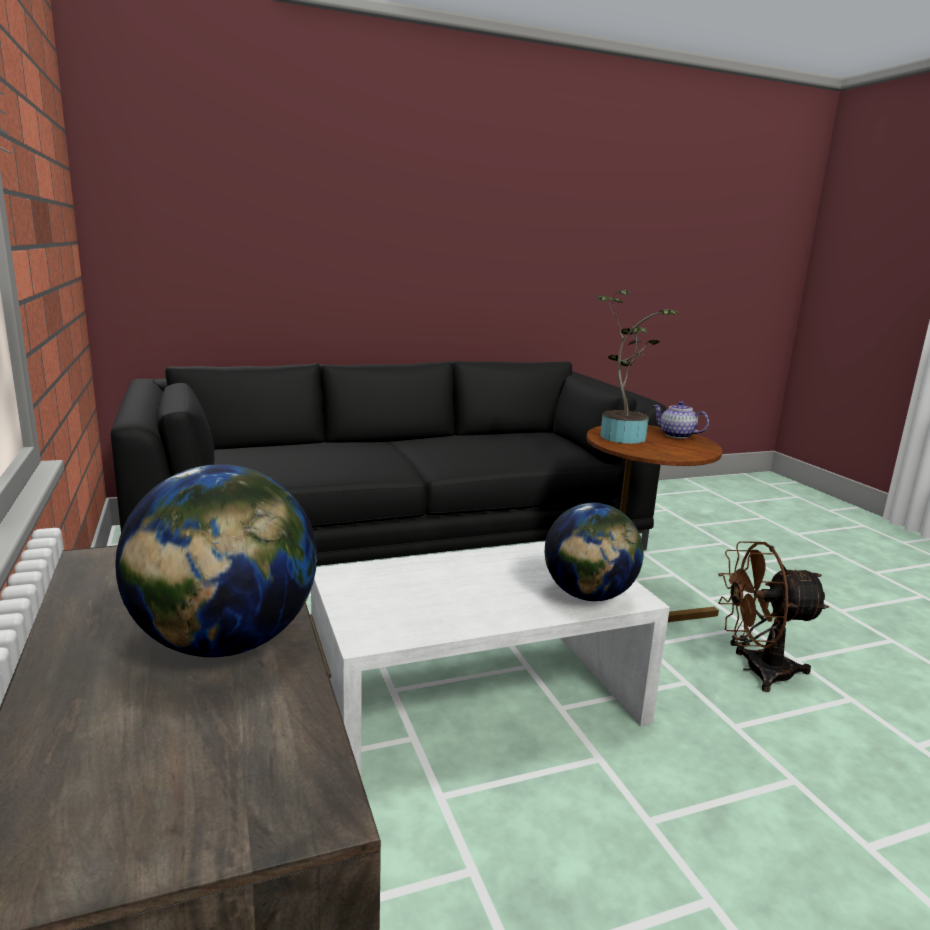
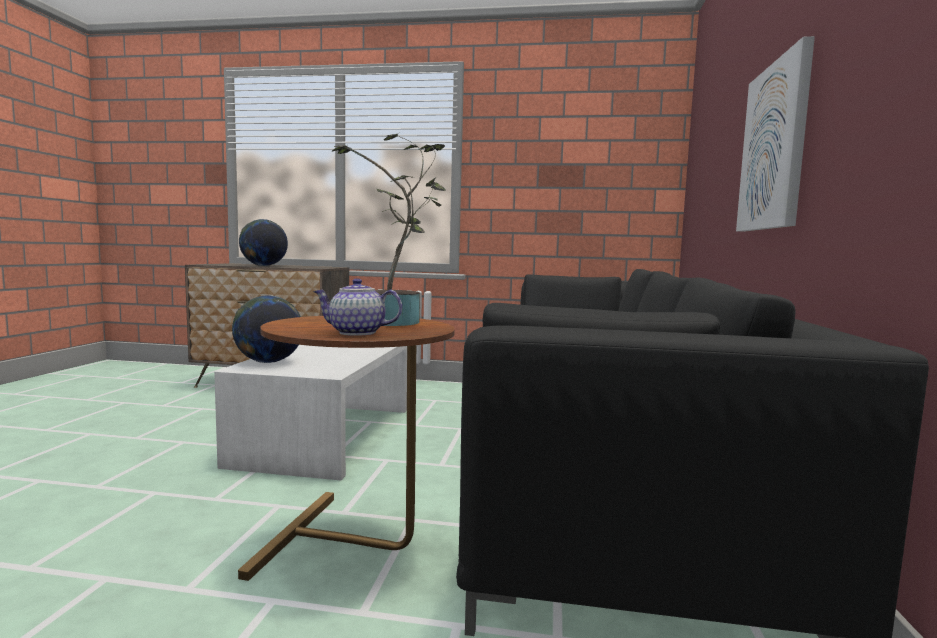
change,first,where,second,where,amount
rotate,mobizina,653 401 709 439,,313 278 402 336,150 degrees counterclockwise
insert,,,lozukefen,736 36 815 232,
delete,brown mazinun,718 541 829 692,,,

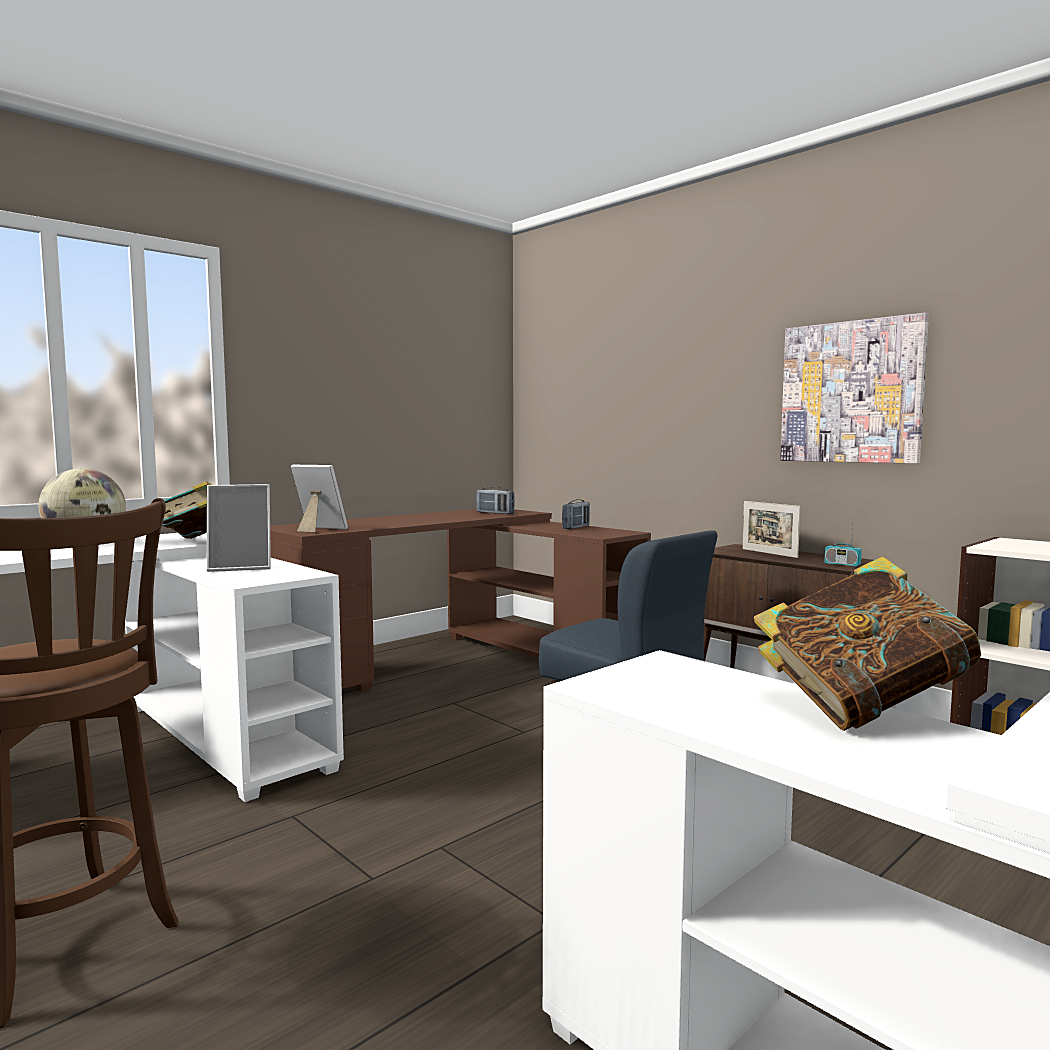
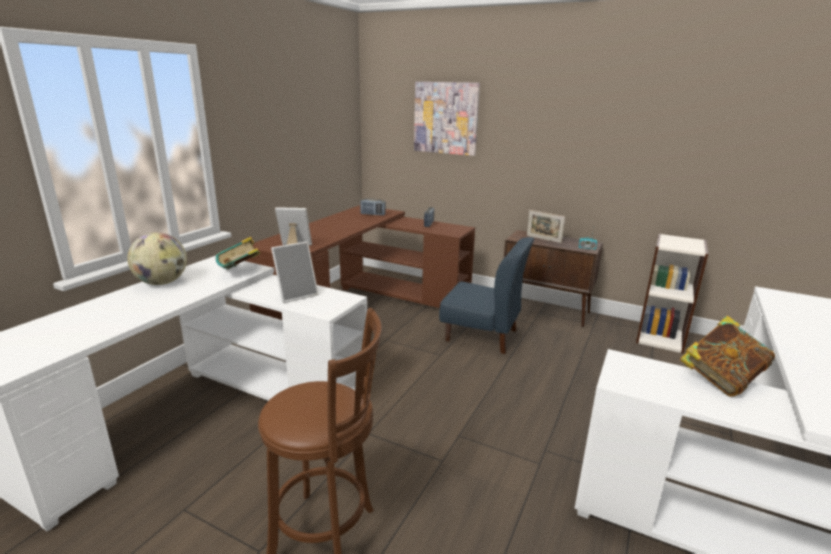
change,first,where,second,where,amount
move,lozukefen,780 313 929 464,,414 82 480 156,

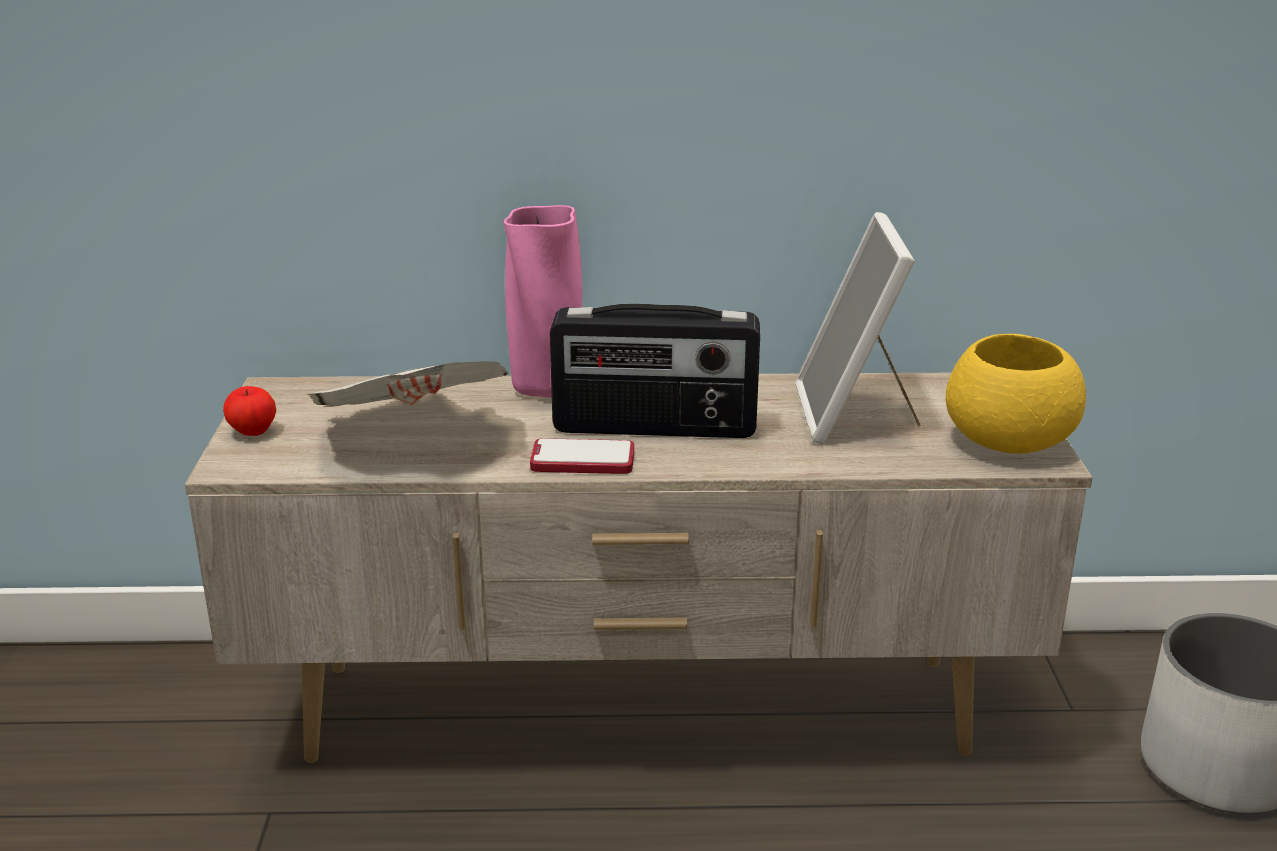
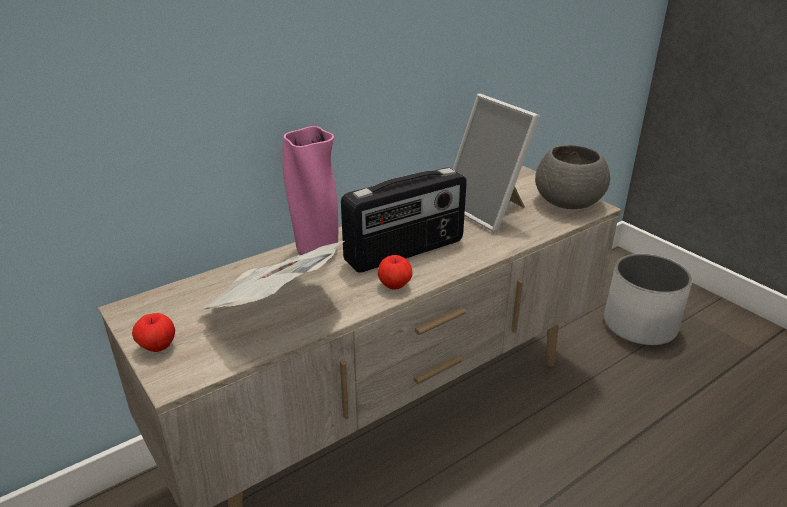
change,first,where,second,where,amount
replace,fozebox,530 438 634 474,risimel,378 255 413 290,
recolor,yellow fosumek,946 334 1086 454,grey fosumek,535 145 610 209,

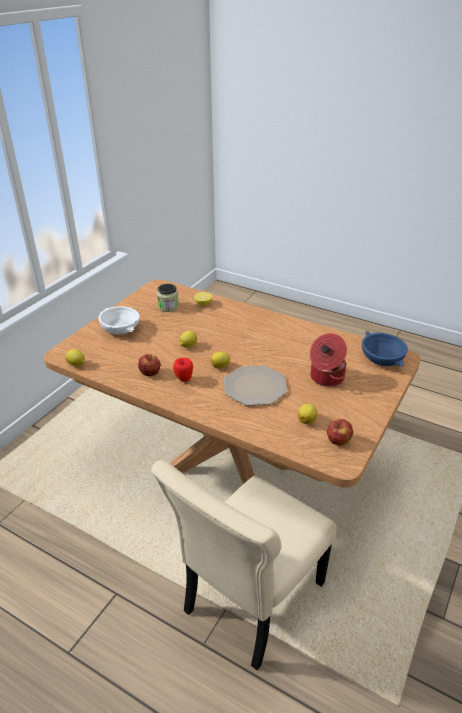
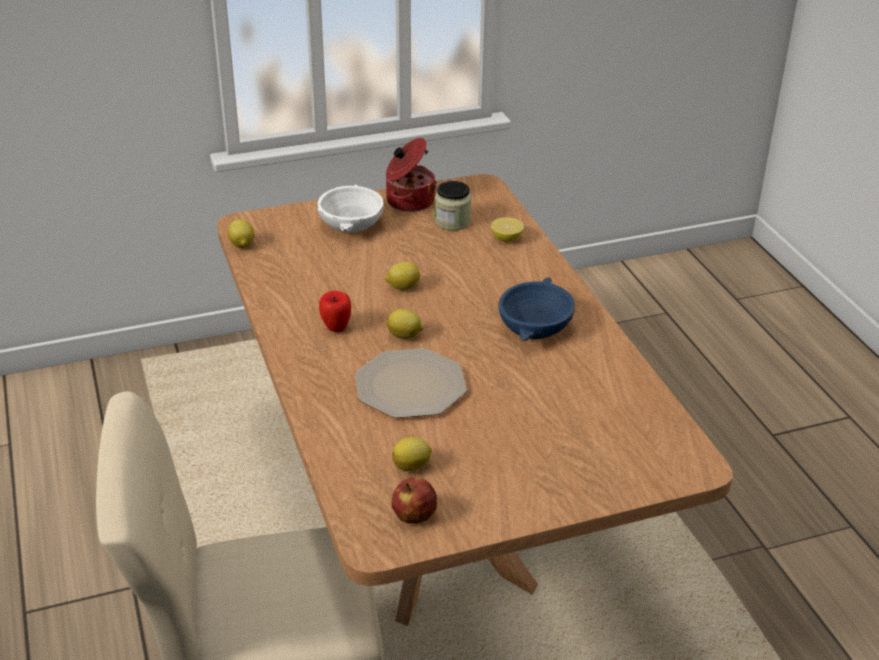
change,first,where,second,where,amount
move,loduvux,310 333 347 387,,386 138 437 212,
move,blue fosumek,362 331 408 367,,498 277 575 341,
delete,risimel,138 354 161 376,,,

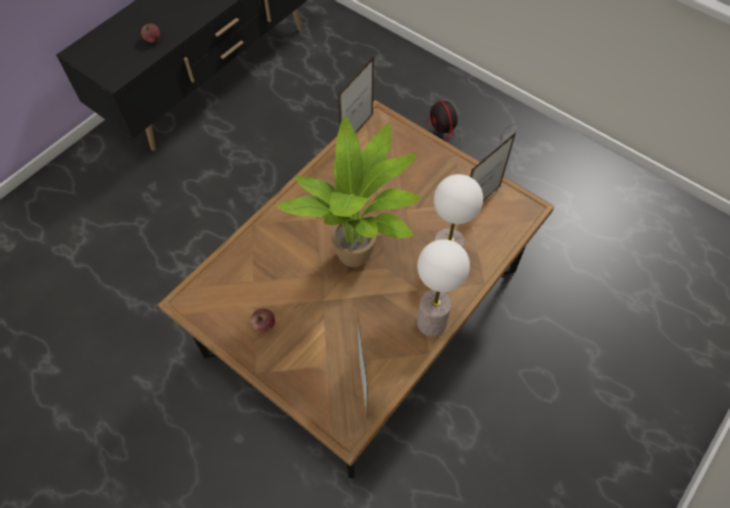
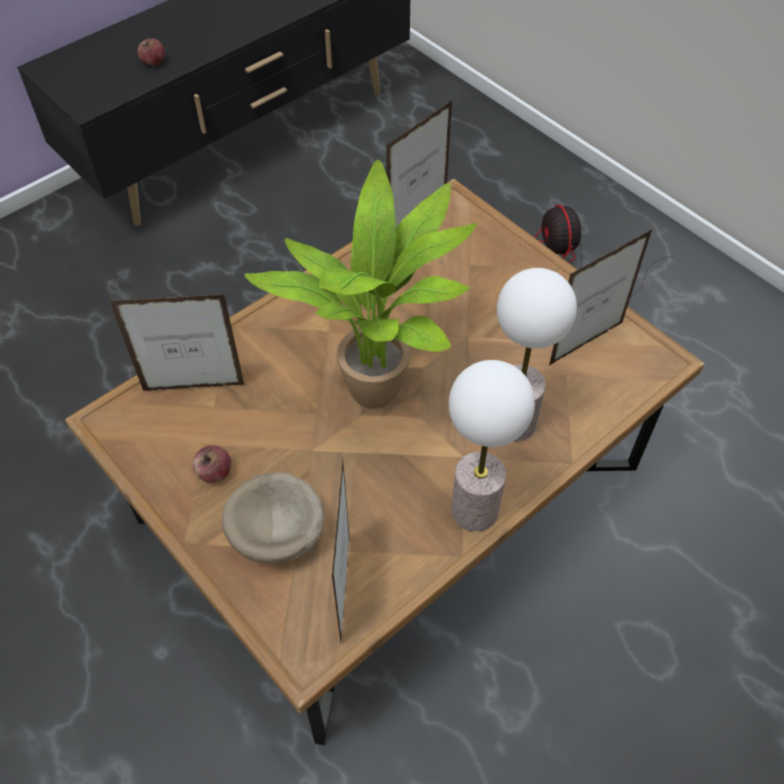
change,first,where,second,where,amount
insert,,,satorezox,109 294 245 391,
insert,,,beige fosumek,222 472 324 564,

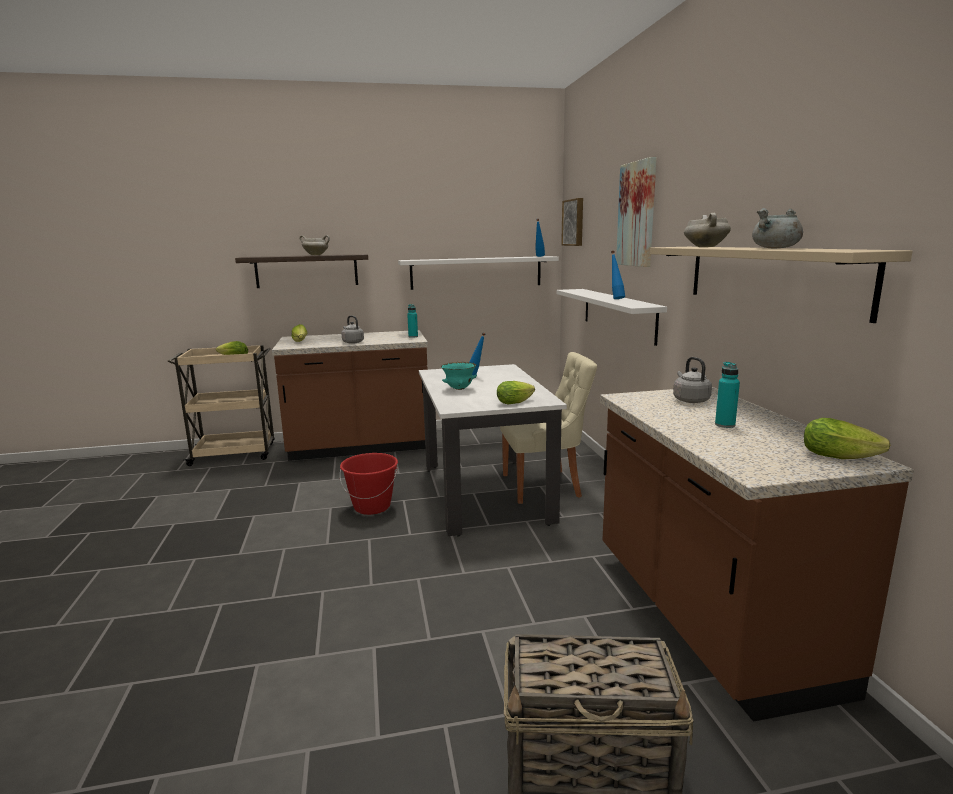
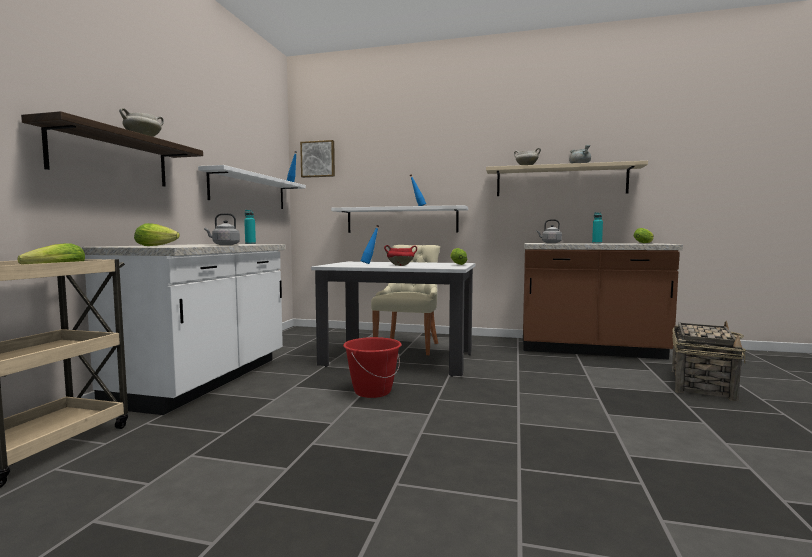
change,first,where,second,where,amount
recolor,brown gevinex,272 330 428 461,white gevinex,82 244 285 415,
replace,turquoise fosumek,441 362 477 390,red loduvux,384 245 417 266,
delete,lozukefen,616 157 657 267,,,

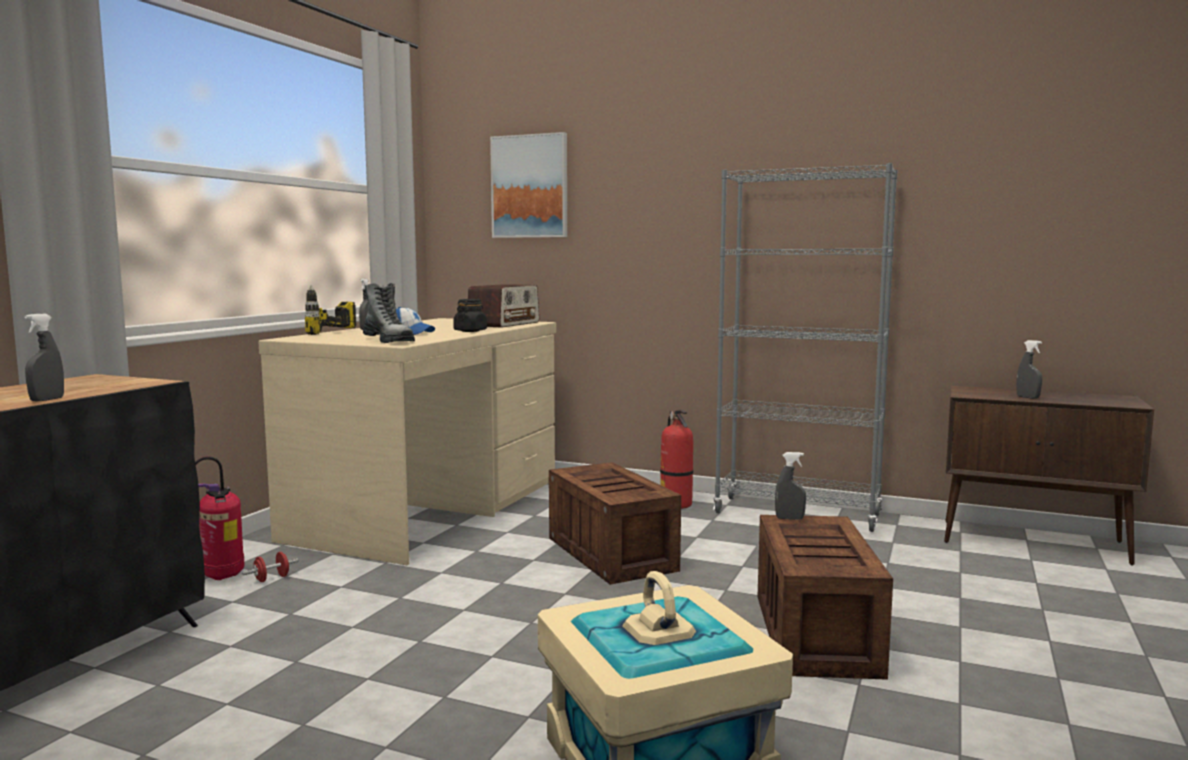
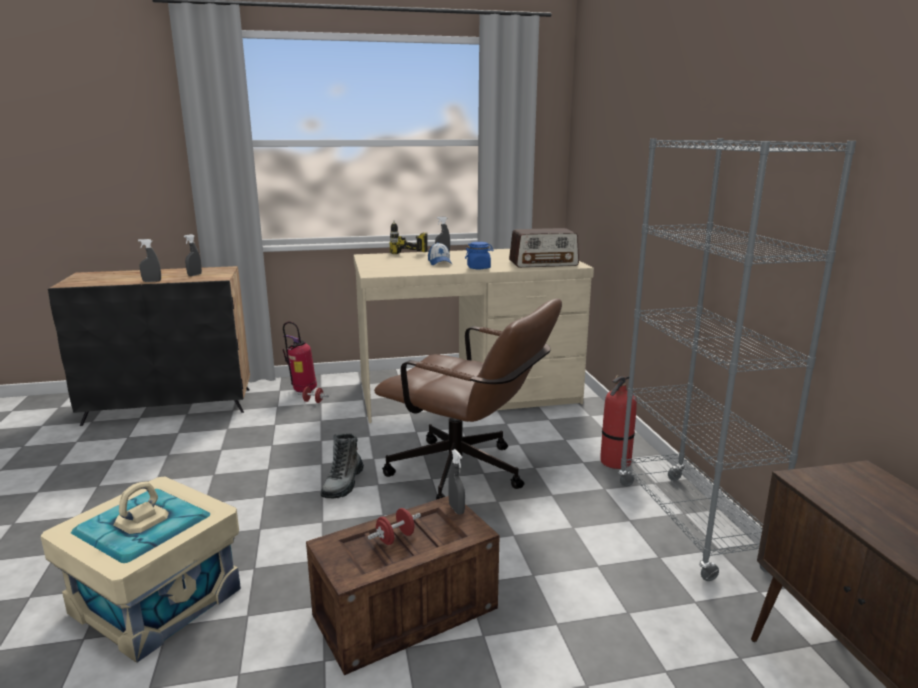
change,first,where,second,where,amount
move,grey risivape,1017 340 1042 399,,184 234 202 276,
move,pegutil,363 283 415 343,,321 433 364 498,
insert,,,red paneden,367 508 421 545,
replace,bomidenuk,549 462 681 585,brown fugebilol,374 299 562 500,
recolor,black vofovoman,453 299 487 332,blue vofovoman,465 242 493 269,
delete,lozukefen,490 132 567 238,,,

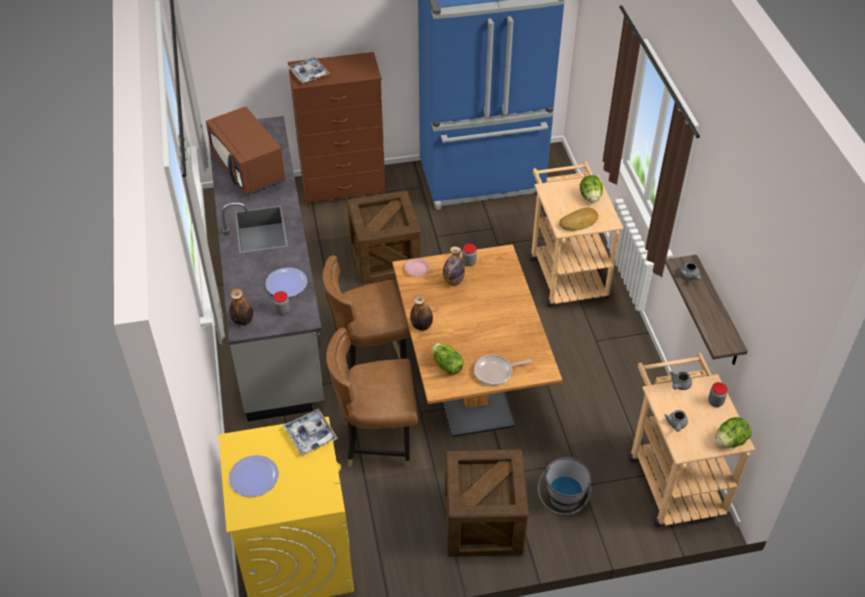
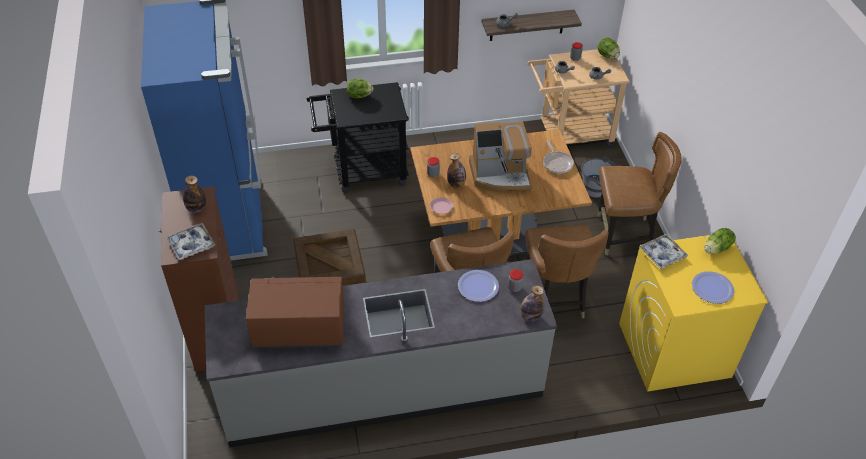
change,first,where,second,where,amount
move,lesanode,410 294 433 331,,183 175 206 213,
rotate,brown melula,206 106 286 195,,246 277 344 348,150 degrees counterclockwise
recolor,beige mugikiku,530 161 624 307,black mugikiku,307 82 409 193,
insert,,,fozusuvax,469 122 532 192,
replace,bomidenuk,445 449 529 557,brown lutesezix,598 132 682 255,
move,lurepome,432 343 463 375,,704 228 736 253,
delete,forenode,559 208 598 231,,,

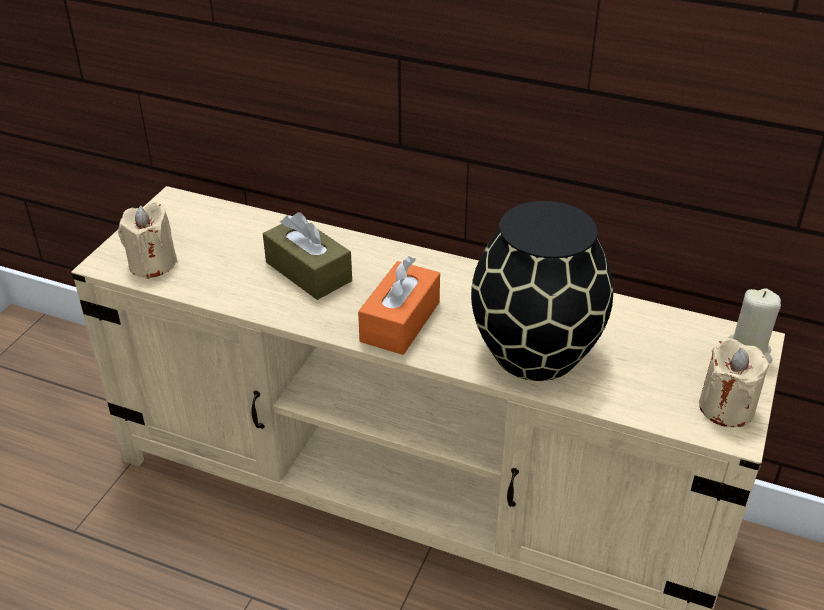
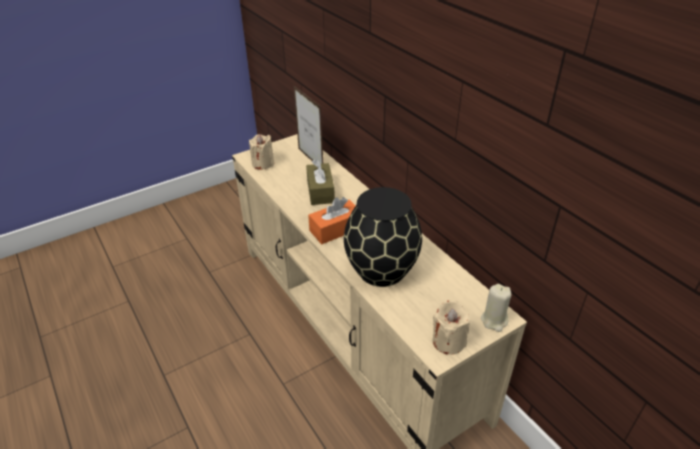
change,first,where,second,where,amount
insert,,,satorezox,294 86 323 164,

